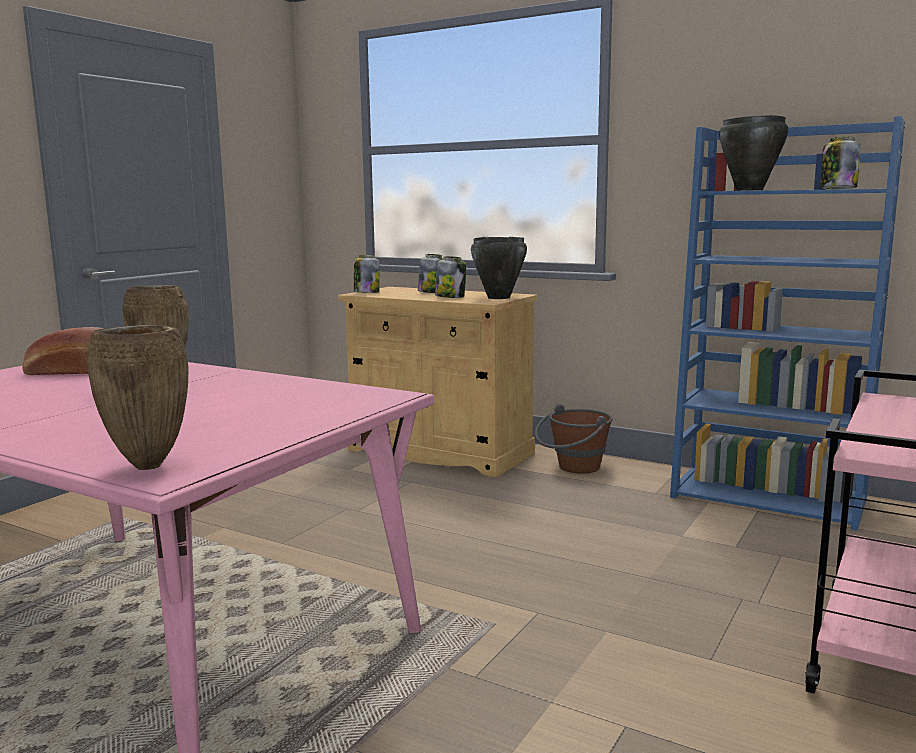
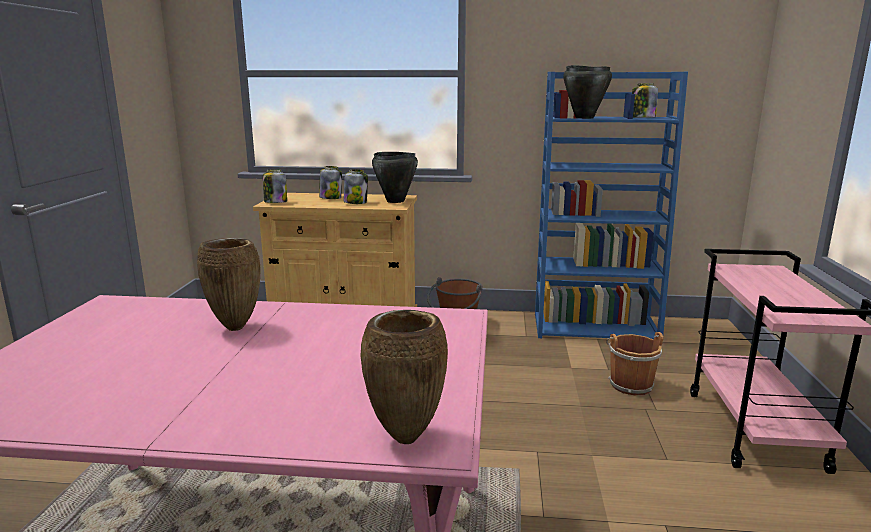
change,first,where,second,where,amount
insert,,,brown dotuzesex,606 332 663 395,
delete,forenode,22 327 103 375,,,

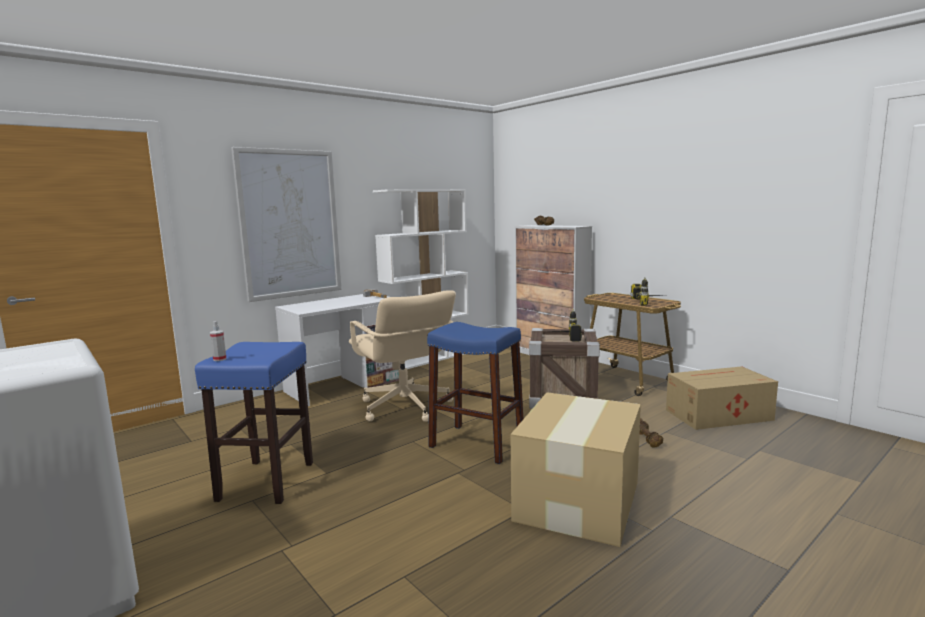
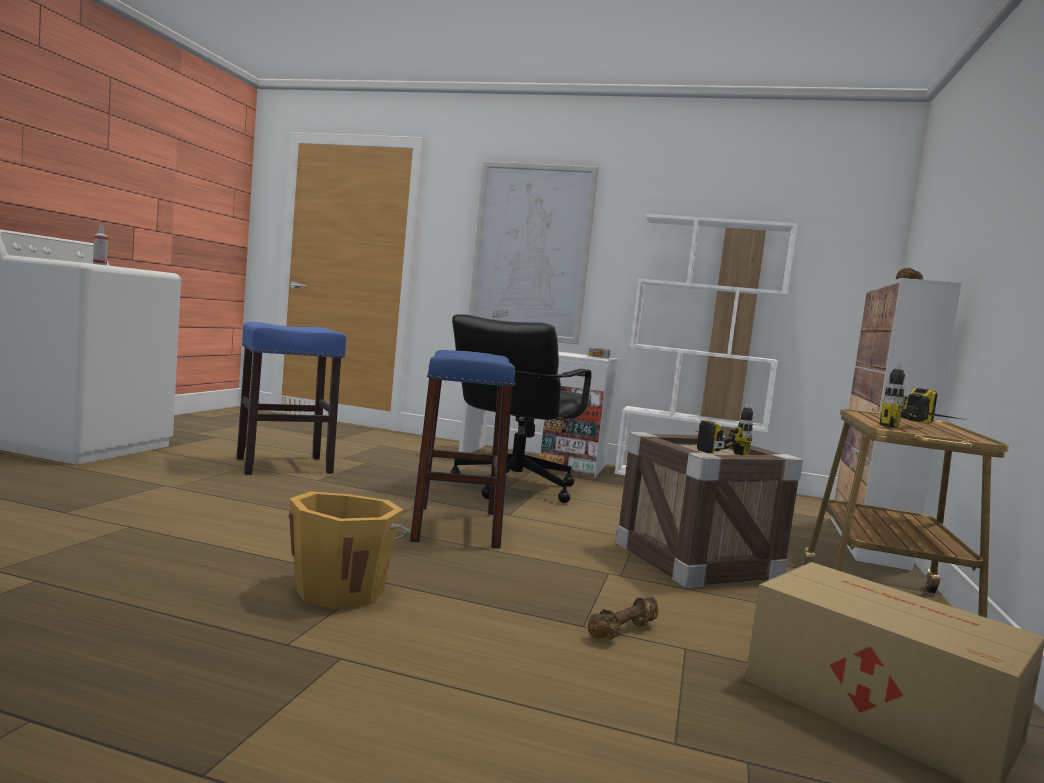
change,first,where,second,where,amount
move,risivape,210 321 226 361,,93 224 108 265,
replace,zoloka,510 392 641 547,orange dotuzesex,288 492 410 609,
recolor,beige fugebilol,349 290 456 422,black fugebilol,450 314 592 503,

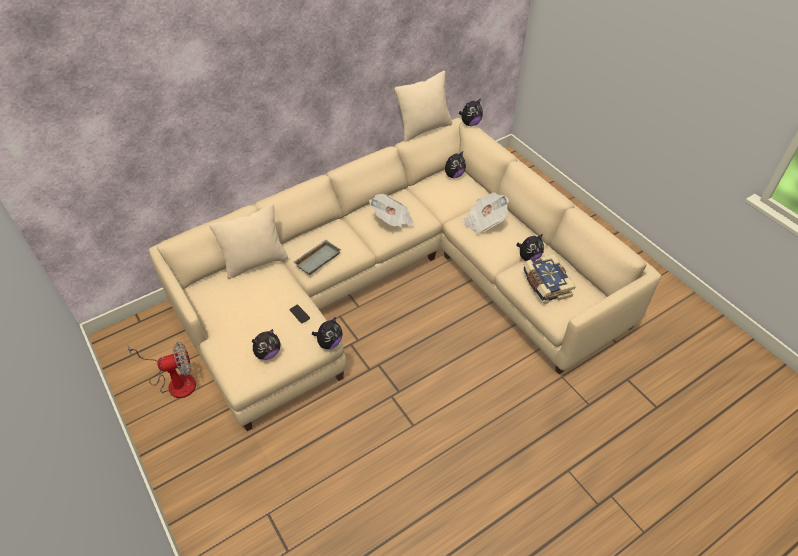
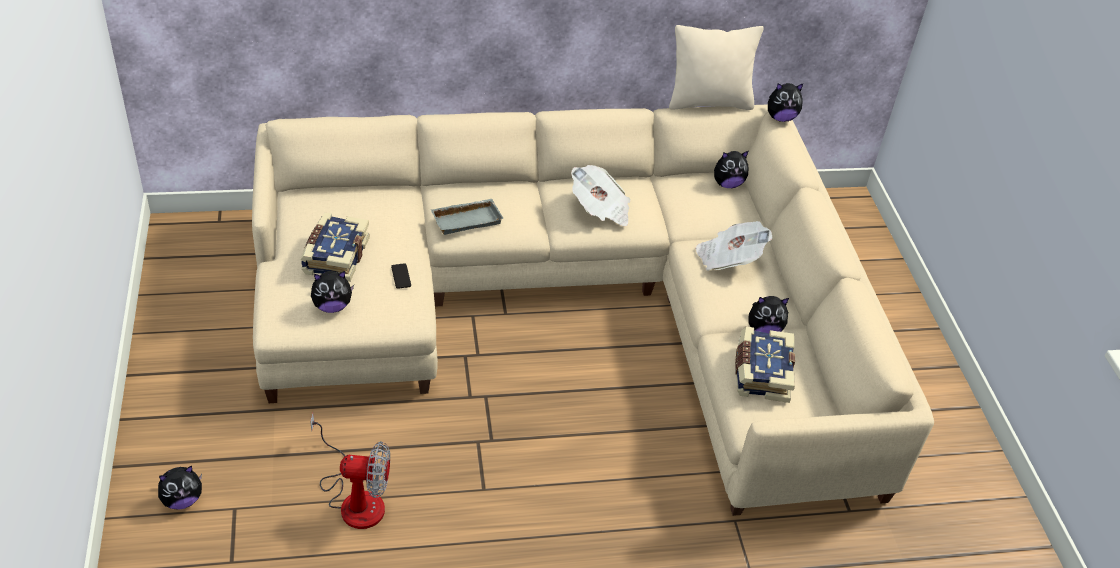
change,first,where,second,where,amount
move,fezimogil,312 317 343 349,,158 466 202 510,
insert,,,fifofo,301 213 370 282,
move,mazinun,127 342 196 398,,310 413 390 529,
delete,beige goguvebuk,209 204 288 279,,,

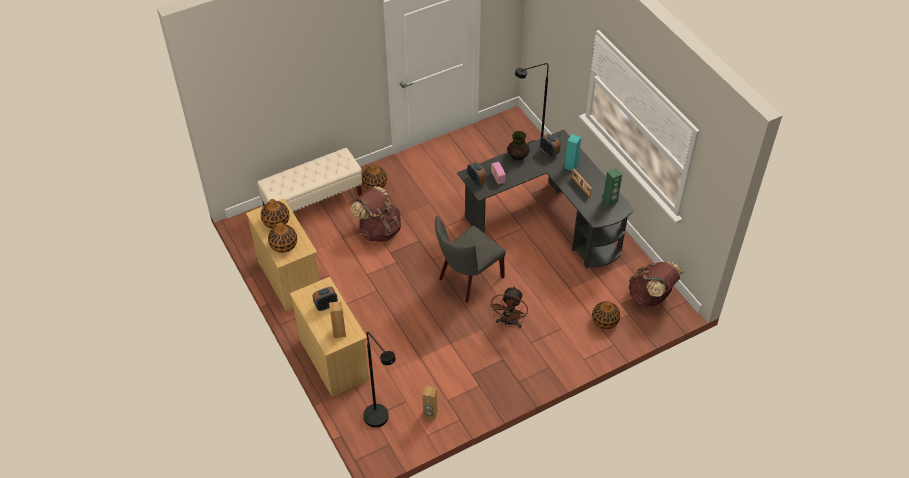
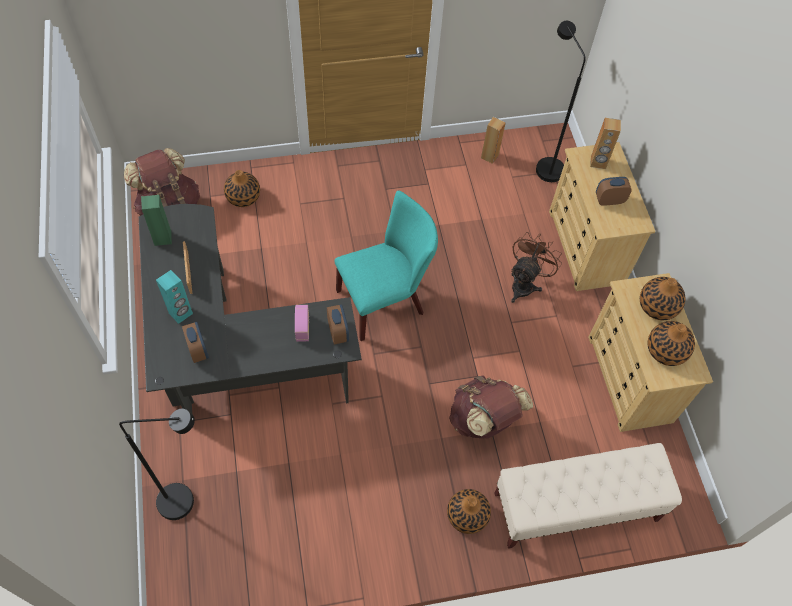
change,first,where,second,where,amount
recolor,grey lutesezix,435 215 506 303,turquoise lutesezix,335 191 438 341,
move,brown mazinun,489 286 528 328,,511 232 562 303,
delete,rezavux,507 131 530 160,,,

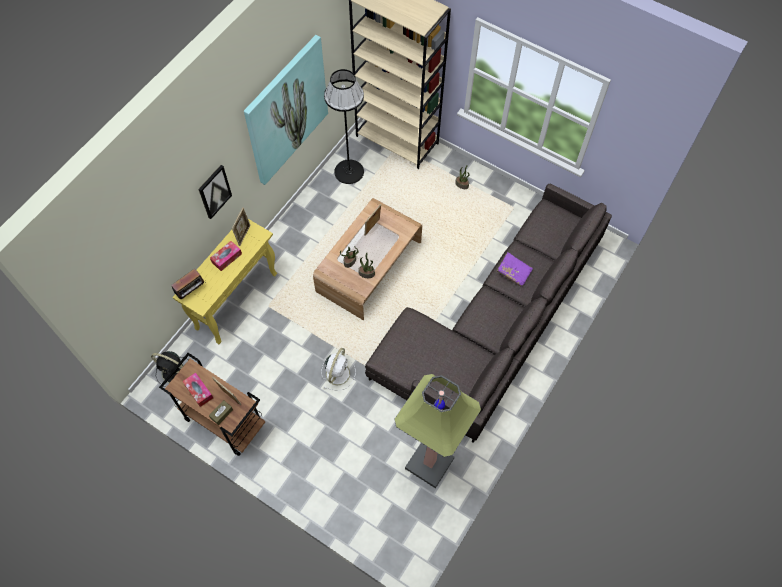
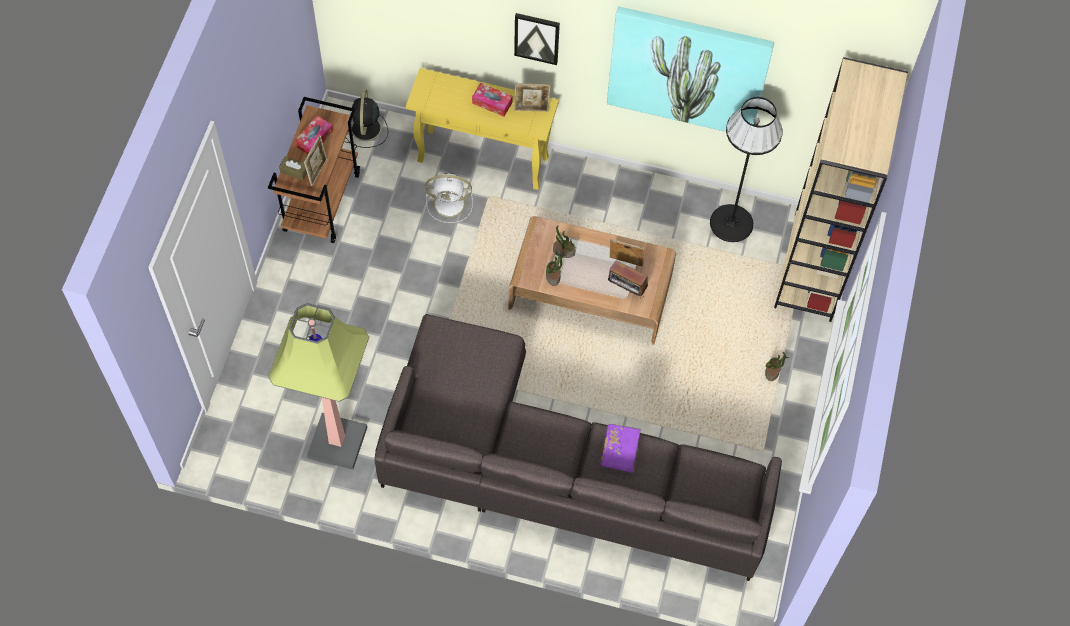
change,first,where,second,where,amount
move,white mazinun,321 348 356 390,,425 173 473 223,
move,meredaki,171 268 206 299,,608 260 648 297,

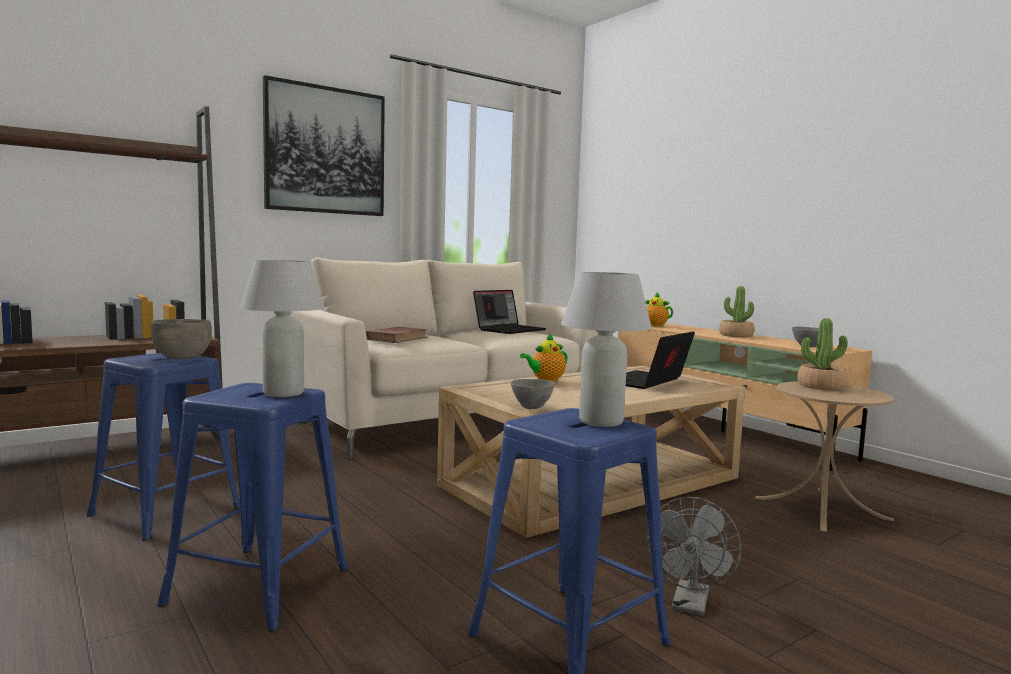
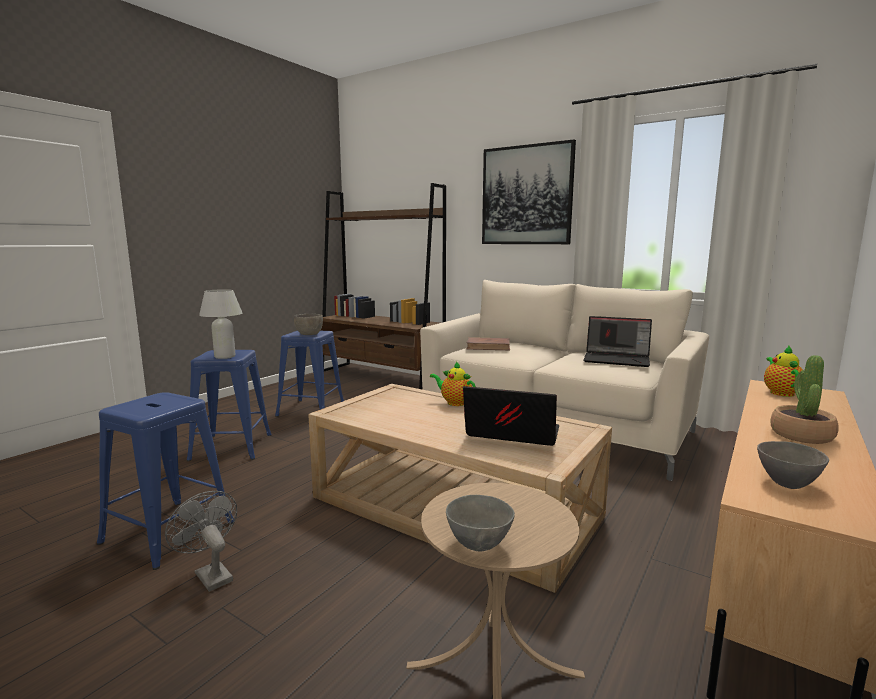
change,first,where,second,where,amount
rotate,grey mazinun,647 497 741 616,,165 491 237 592,45 degrees clockwise
move,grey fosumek,511 379 555 409,,446 495 515 552,
delete,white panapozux,561 272 652 427,,,
delete,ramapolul,798 318 848 390,,,

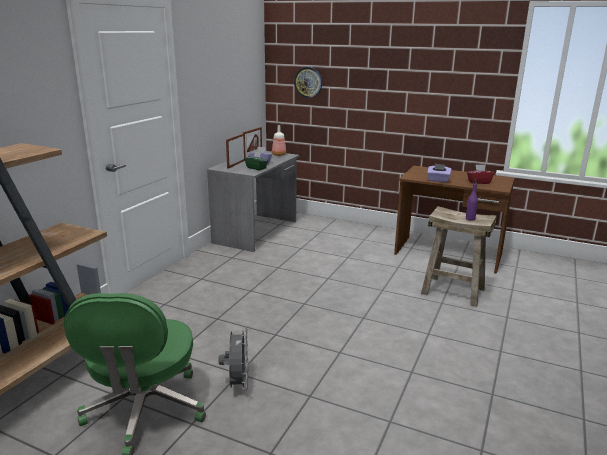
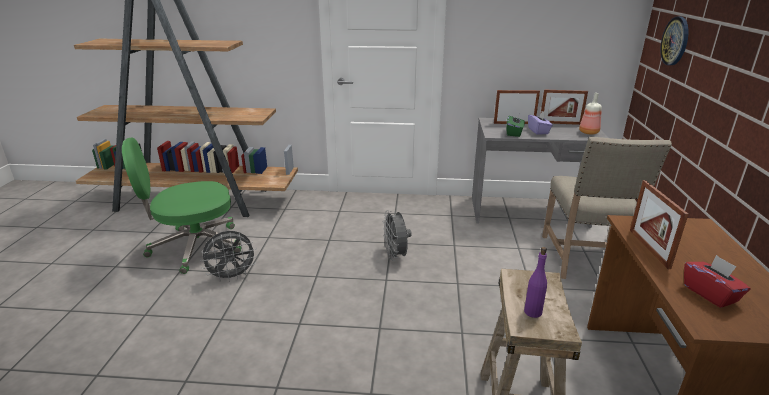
change,first,where,second,where,amount
insert,,,grey mazinun,383 210 412 261,
insert,,,beige lutesezix,542 137 672 279,
replace,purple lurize,427 164 452 182,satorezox,630 180 689 269,

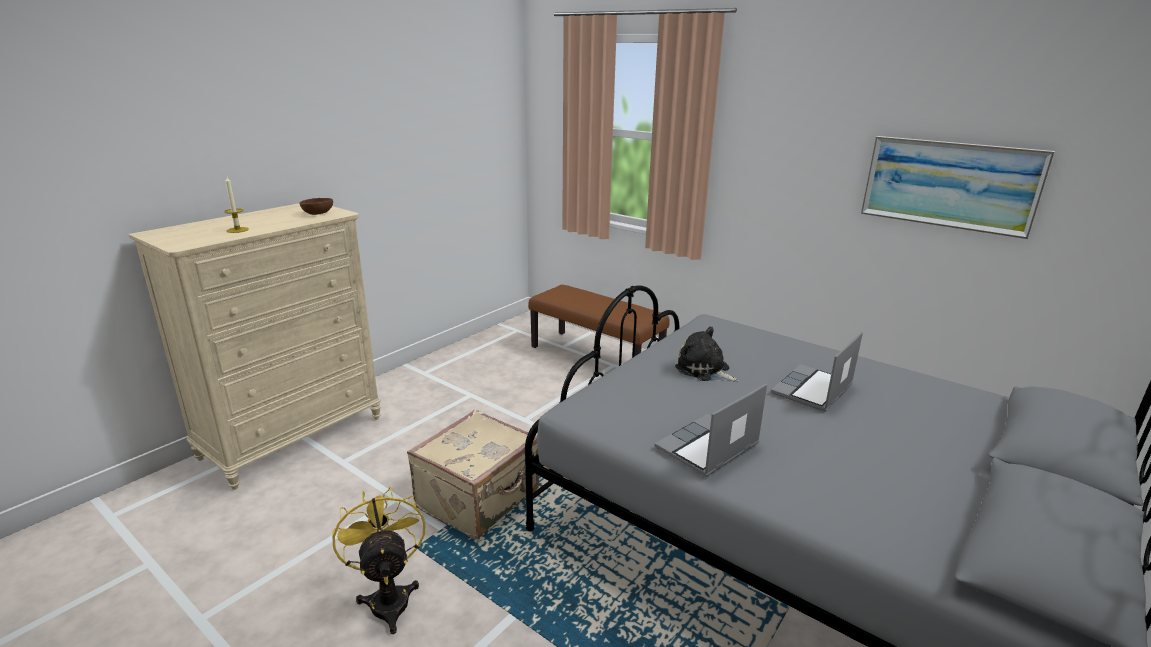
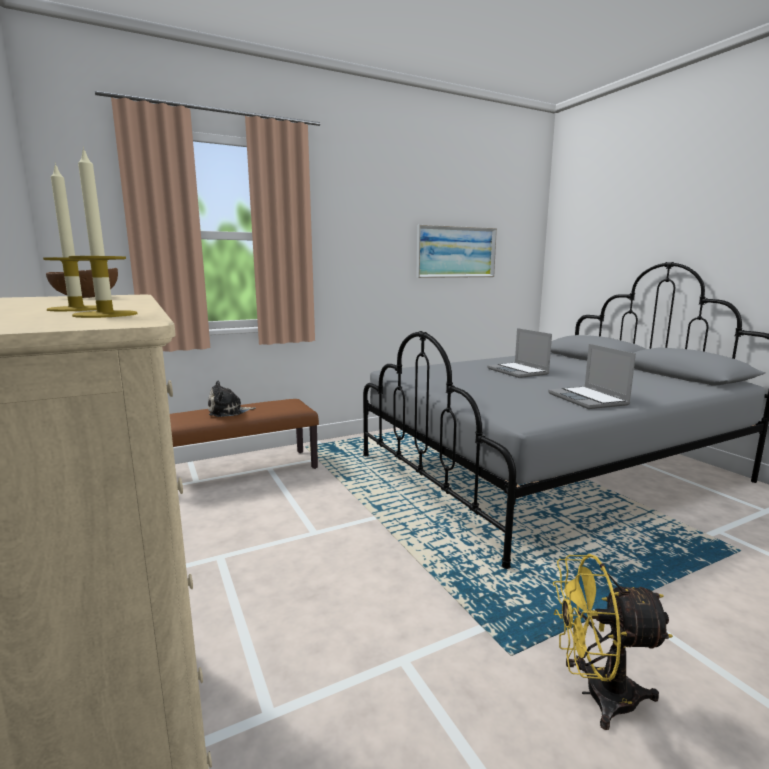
change,first,where,second,where,amount
insert,,,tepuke,69 147 138 318,
move,fezimogil,675 326 739 382,,208 381 256 417,
delete,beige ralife,407 409 539 539,,,

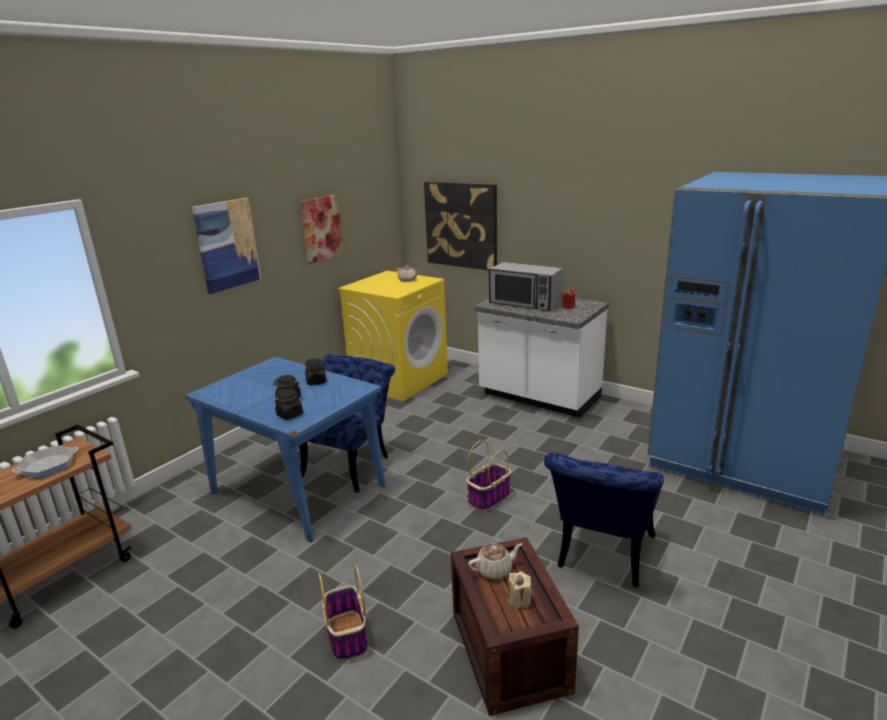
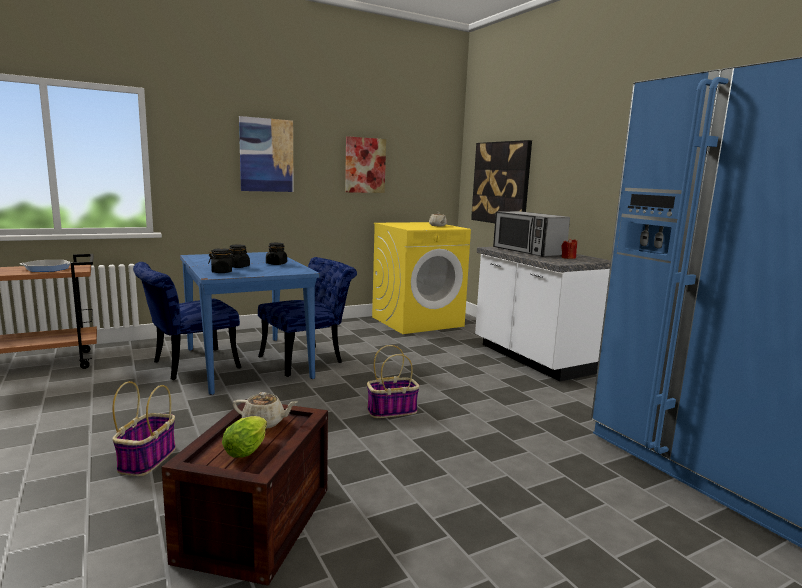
change,first,where,second,where,amount
move,blue lutesezix,544 452 664 588,,133 262 241 380,
replace,beige tepuke,508 572 531 609,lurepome,222 416 267 458,

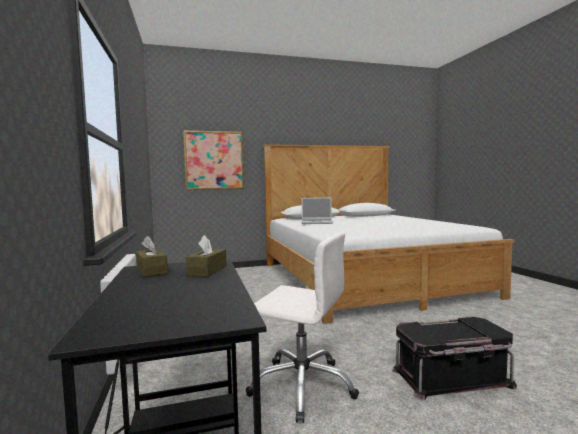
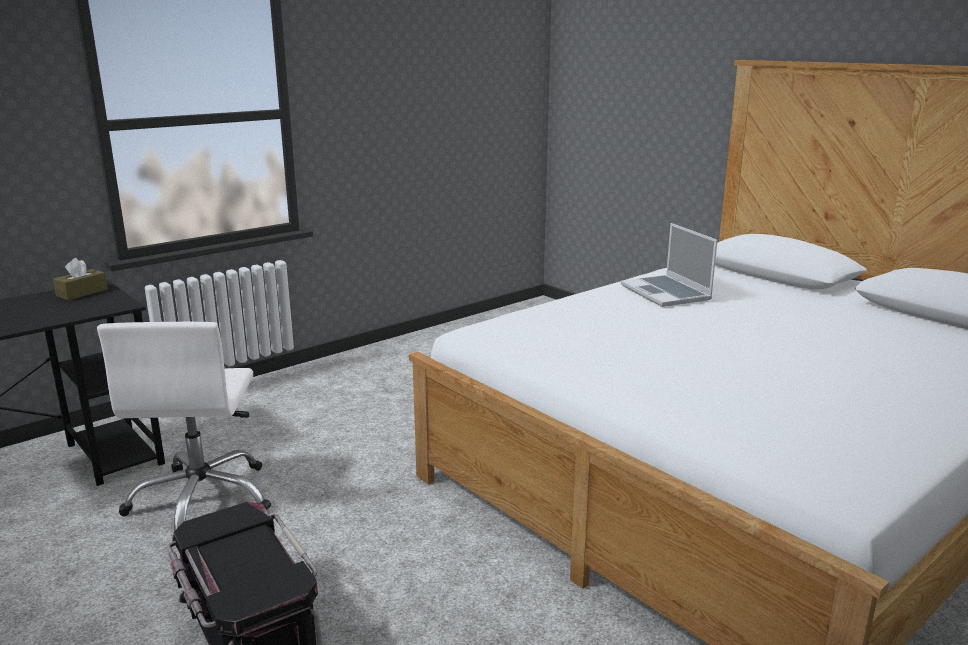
change,first,where,second,where,amount
delete,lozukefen,183 130 244 190,,,
delete,brown lurize,186 235 227 277,,,

